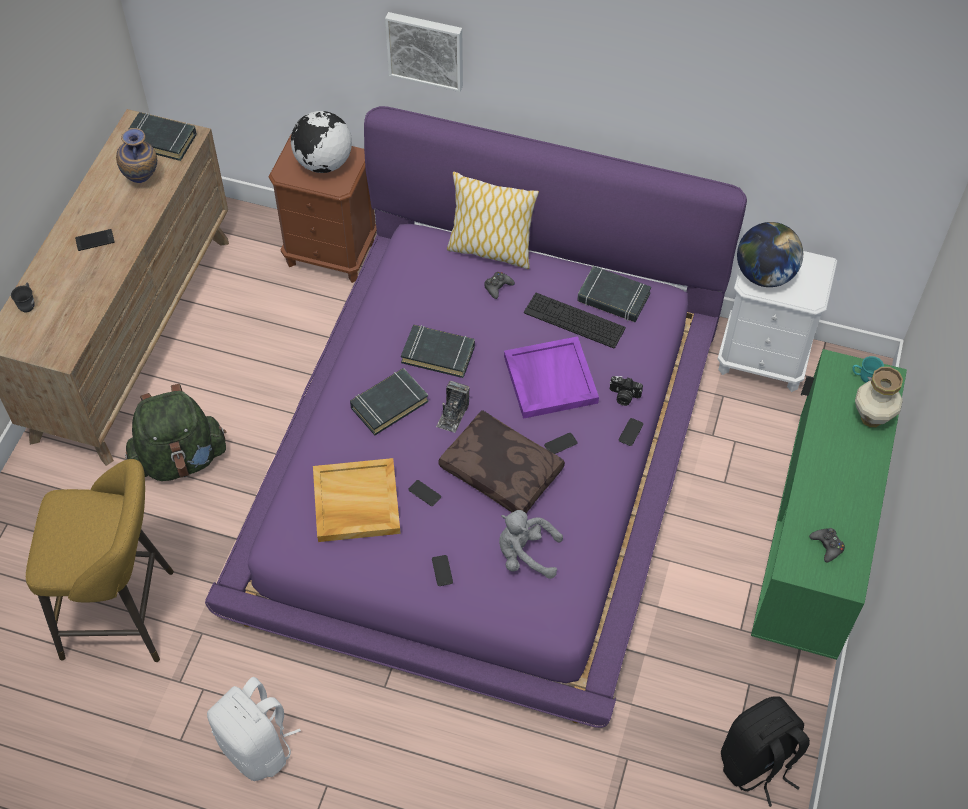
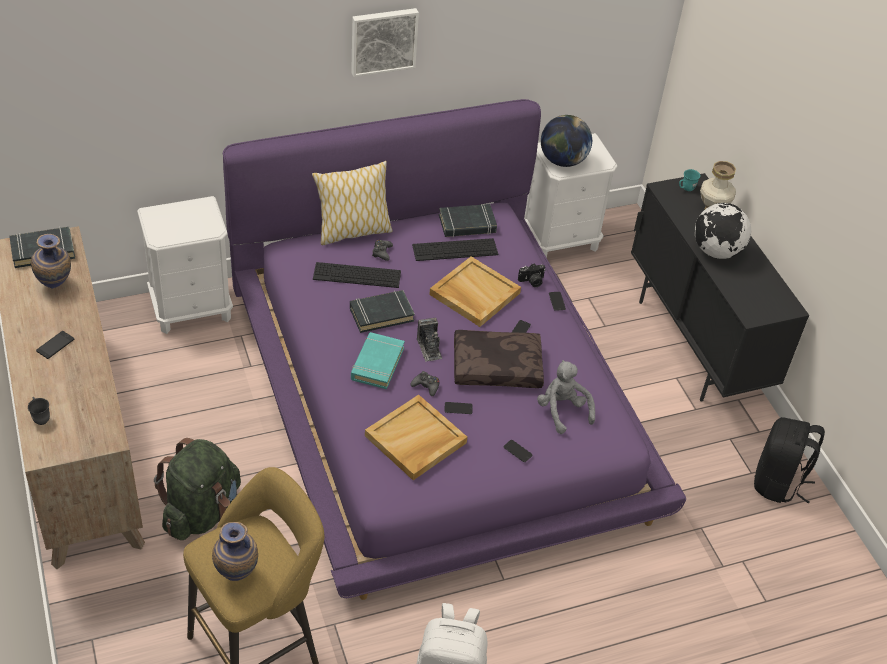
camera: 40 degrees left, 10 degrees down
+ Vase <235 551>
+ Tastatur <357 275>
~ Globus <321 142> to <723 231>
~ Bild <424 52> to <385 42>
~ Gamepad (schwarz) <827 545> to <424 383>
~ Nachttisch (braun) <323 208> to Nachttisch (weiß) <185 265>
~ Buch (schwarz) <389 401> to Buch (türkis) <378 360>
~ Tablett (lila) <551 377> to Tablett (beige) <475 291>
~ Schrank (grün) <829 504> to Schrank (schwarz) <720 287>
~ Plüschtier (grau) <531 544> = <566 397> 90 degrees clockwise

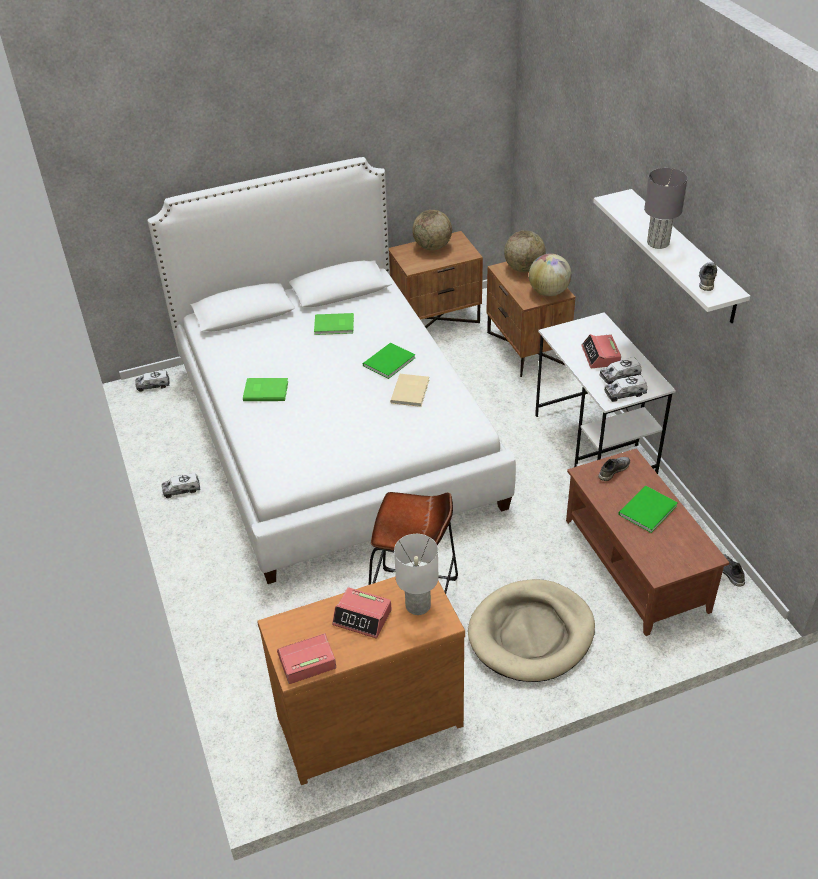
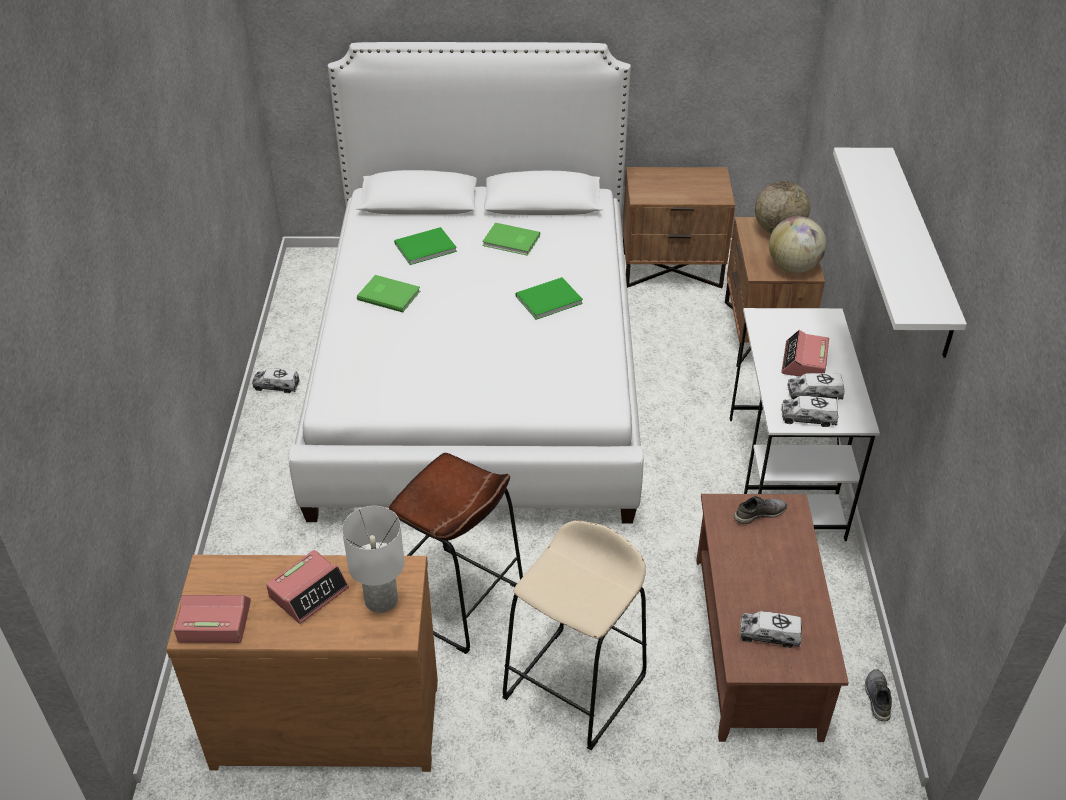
camera: 20 degrees right, 0 degrees up
- Buch (beige) <409 390>
- Globus <432 230>
- Tischlampe (grau) <666 208>
- Schuh (grau) <708 276>
~ Spielzeuglaster <152 381> to <771 629>
~ Buch (grün) <648 509> to <425 246>
~ Hundebett (beige) <531 630> to Hocker (beige) <574 635>
~ Wecker <362 613> = <307 587> 90 degrees counterclockwise

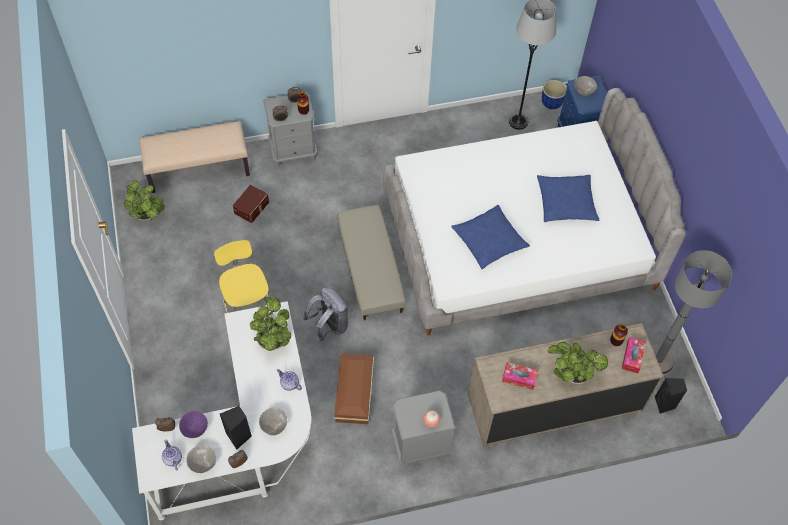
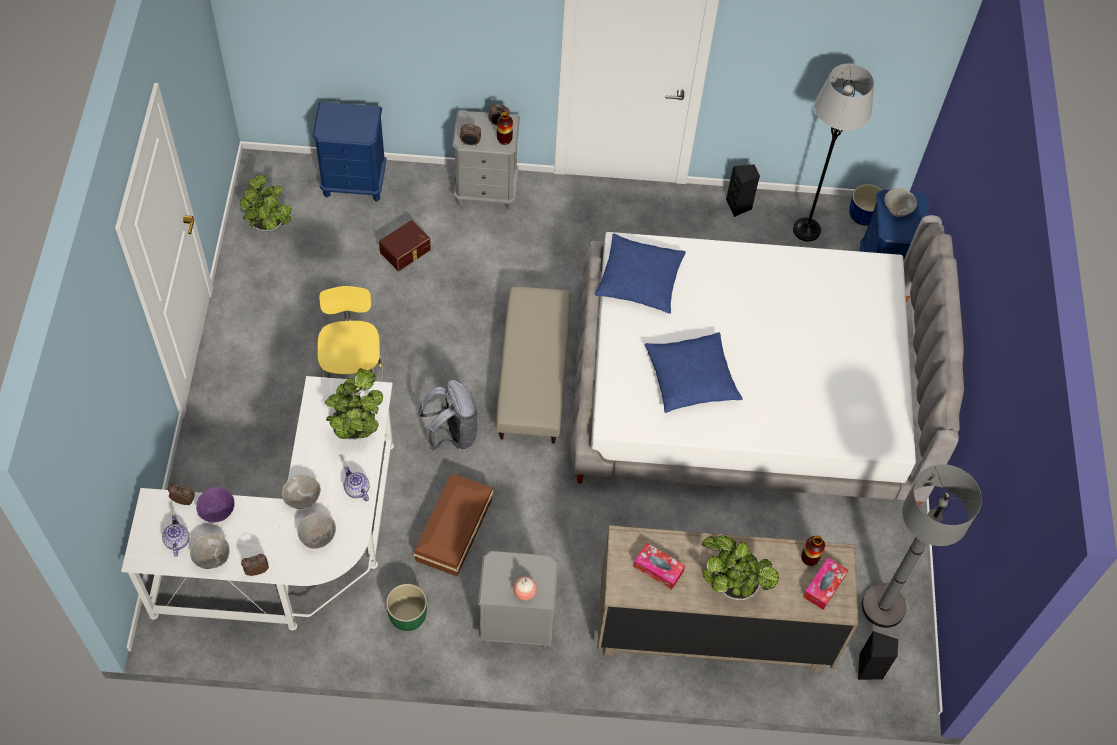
camera: 15 degrees right, 0 degrees up
+ Schüssel (grau) <301 492>
+ Pflanzkübel (grün) <406 607>
~ Lautsprecher (schwarz) <236 428> to <743 190>
~ Kissen (blau) <568 198> to <640 273>
~ Bank (beige) <194 157> to Nachttisch (blau) <349 152>

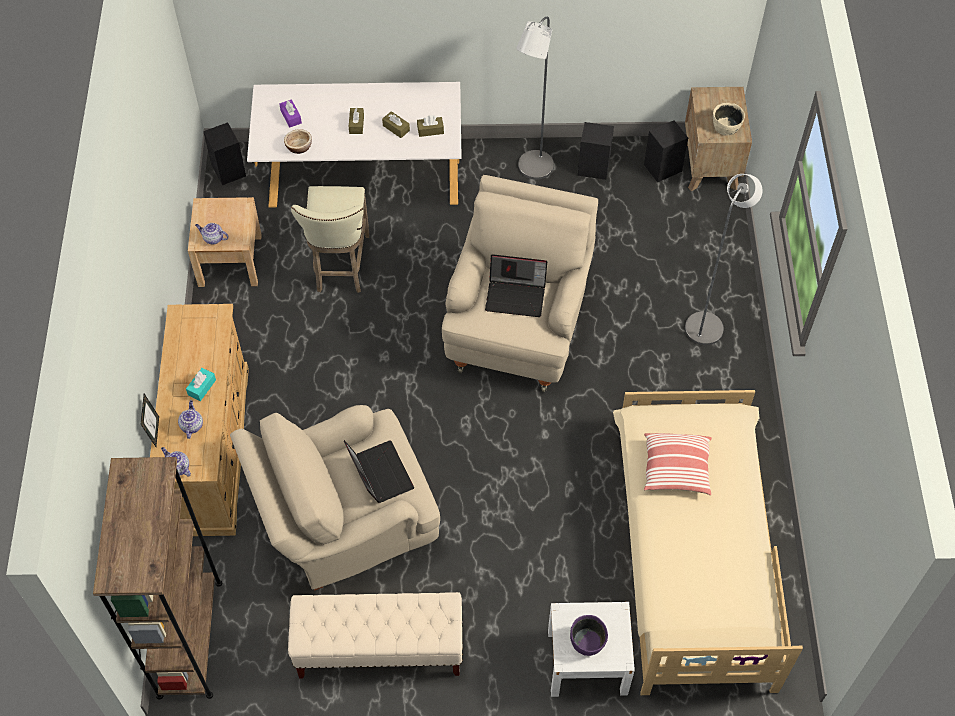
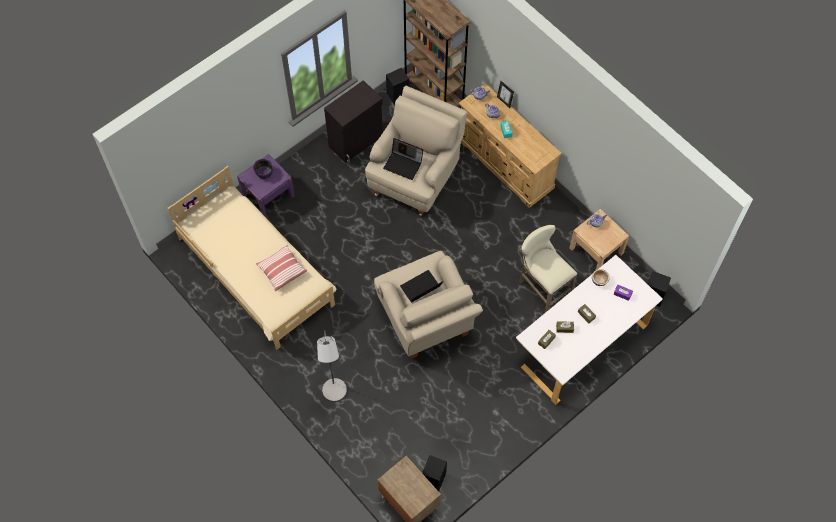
camera: 140 degrees right, 5 degrees up
- Stehlampe (grau) <535 98>
- Schüssel (beige) <729 119>
~ Lautsprecher (schwarz) <596 151> to <397 86>
~ Bank (beige) <375 635> to Schrank (schwarz) <353 121>
~ Nachttisch (weiß) <591 649> to Nachttisch (lila) <266 185>

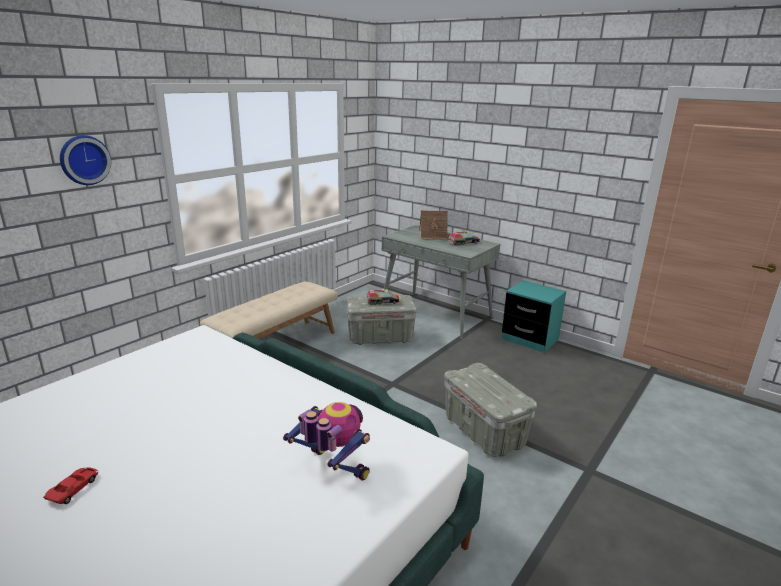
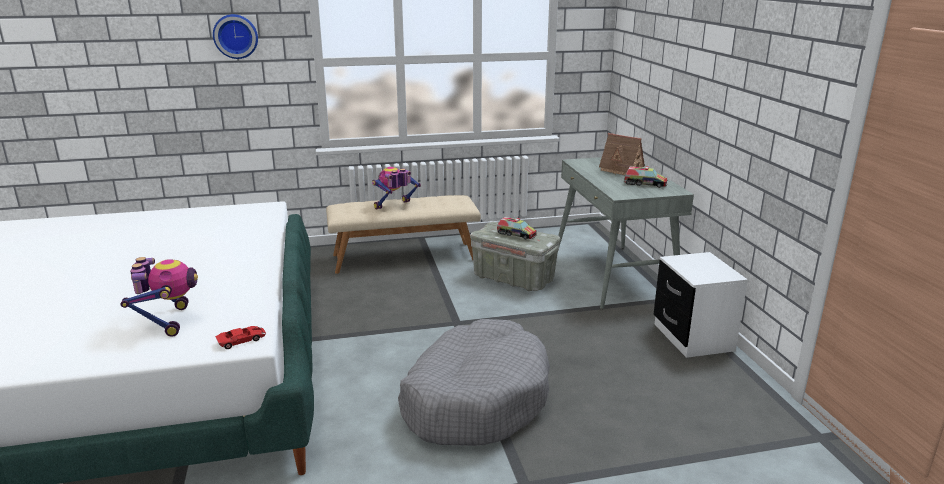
camera: 40 degrees right, 0 degrees up
+ Spielzeugroboter <396 188>
~ Spielzeugauto (rot) <70 485> to <240 337>
~ Aufbewahrungsbox (grau) <490 410> to Hundebett (grau) <474 382>
~ Nachttisch (türkis) <534 316> to Nachttisch (weiß) <700 305>

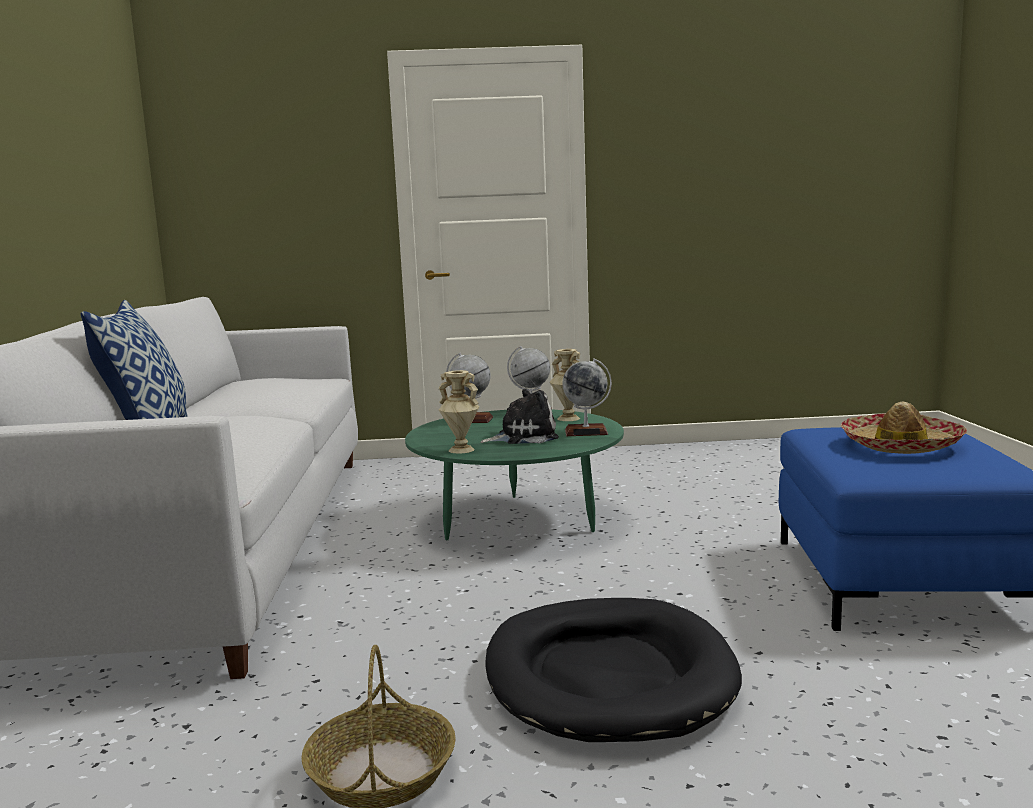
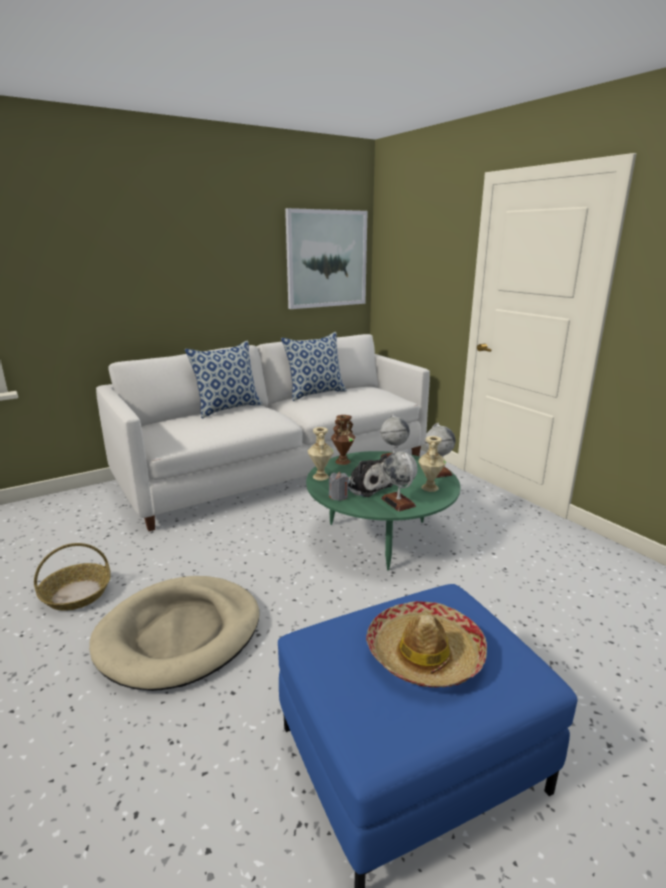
camera: 60 degrees right, 10 degrees up
+ Kissen <314 366>
+ Bild <326 258>
+ Kerze (grau) <339 486>
+ Vase (braun) <343 440>
~ Hundebett (schwarz) <614 670> to Hundebett (beige) <174 633>

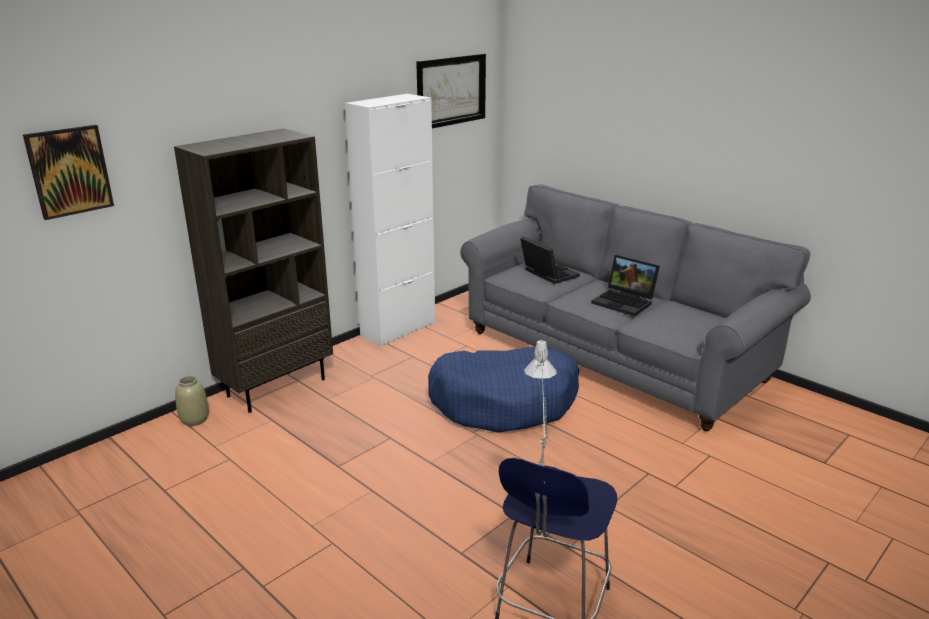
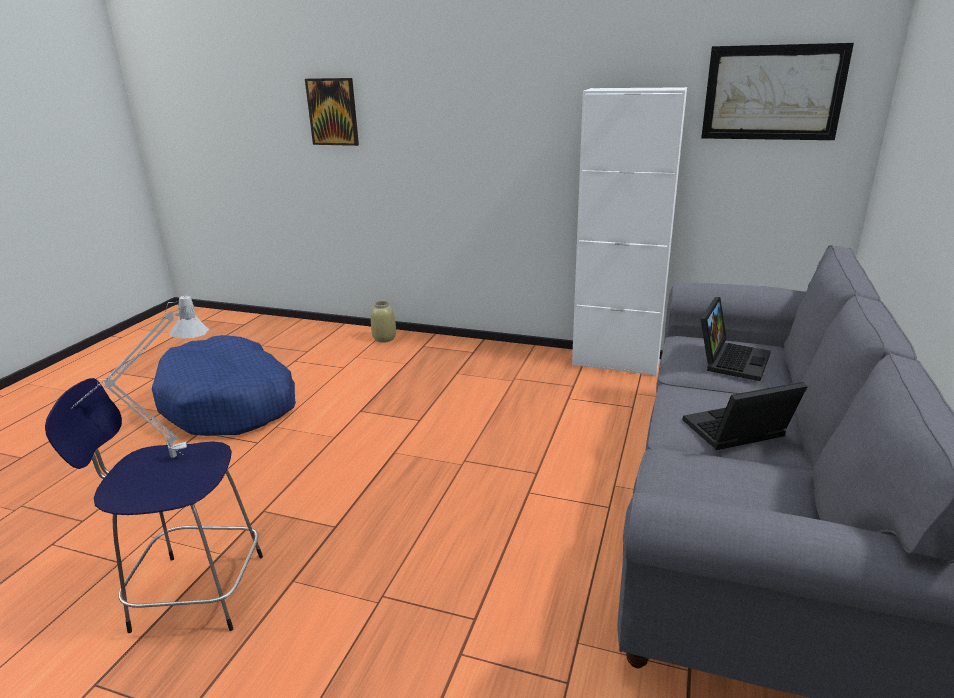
camera: 65 degrees right, 0 degrees up
- Bücherregal (braun) <253 270>
~ Hundebett (blau) <503 390> to <224 385>
~ Laptop <625 285> = <745 416> 60 degrees clockwise

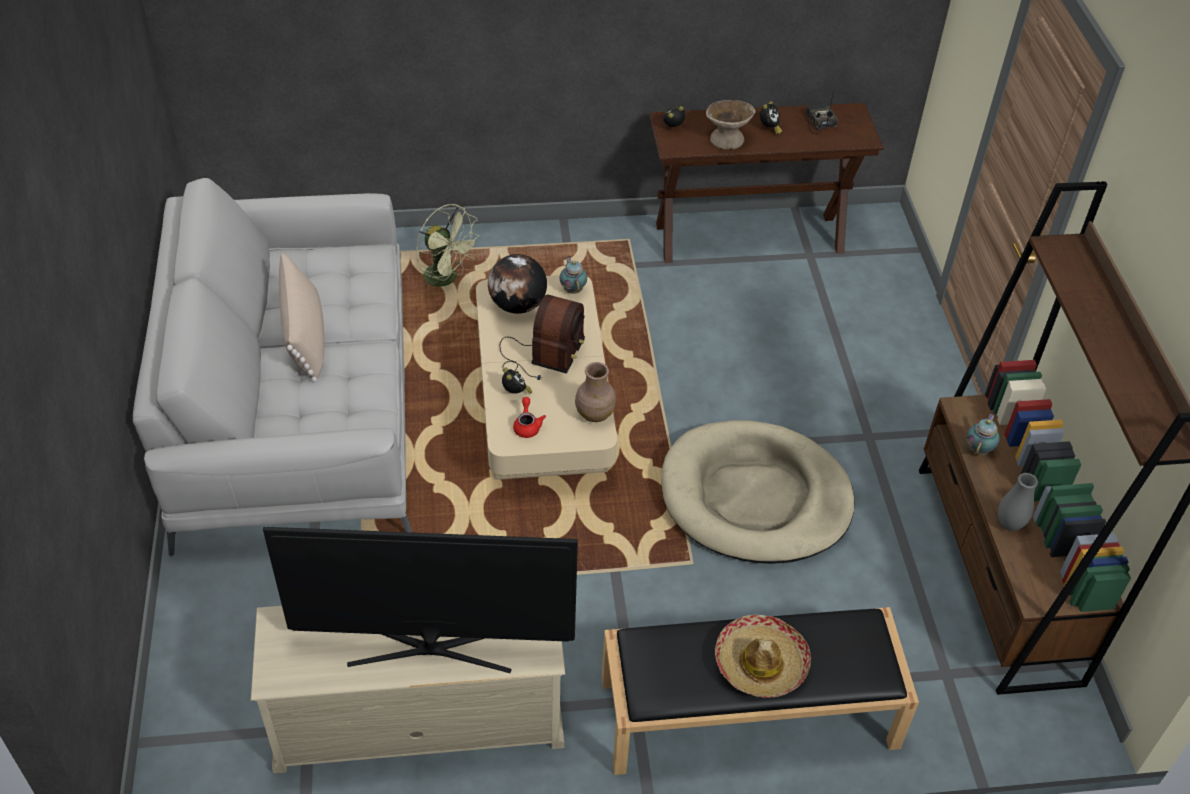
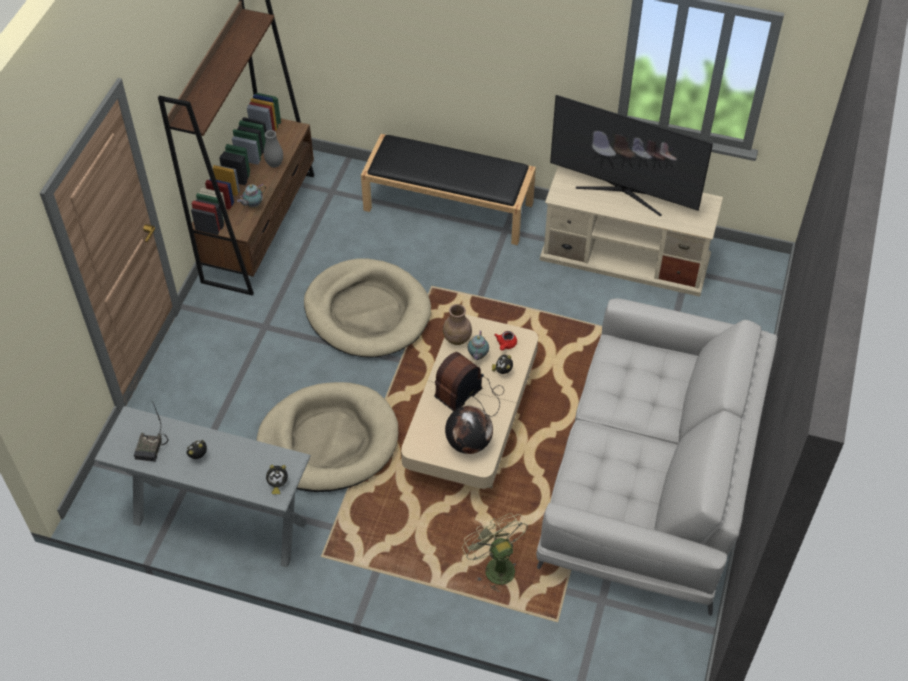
camera: 155 degrees left, 5 degrees up
- Kissen (beige) <301 317>
- Schüssel (beige) <730 125>
- Hut <763 656>
+ Hundebett (beige) <327 437>
~ Teekanne <573 275> to <478 345>
~ Konsolentisch (braun) <766 183> to Konsolentisch (grau) <202 487>

